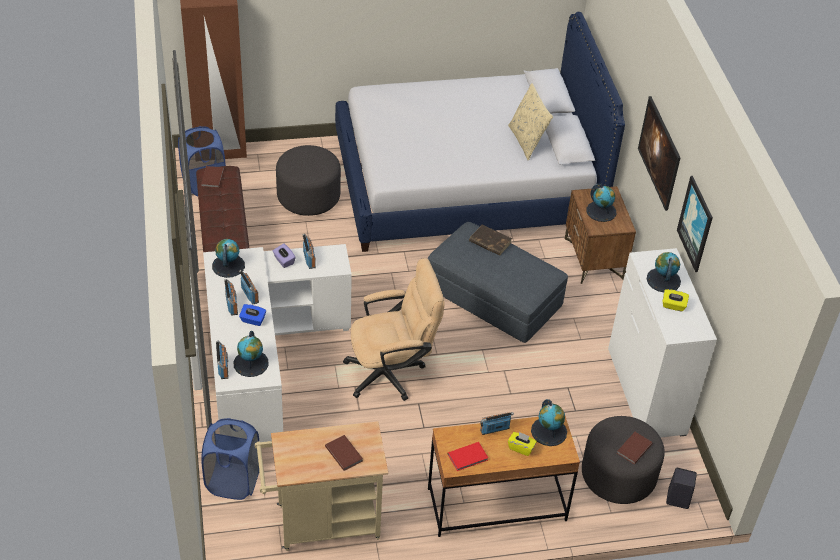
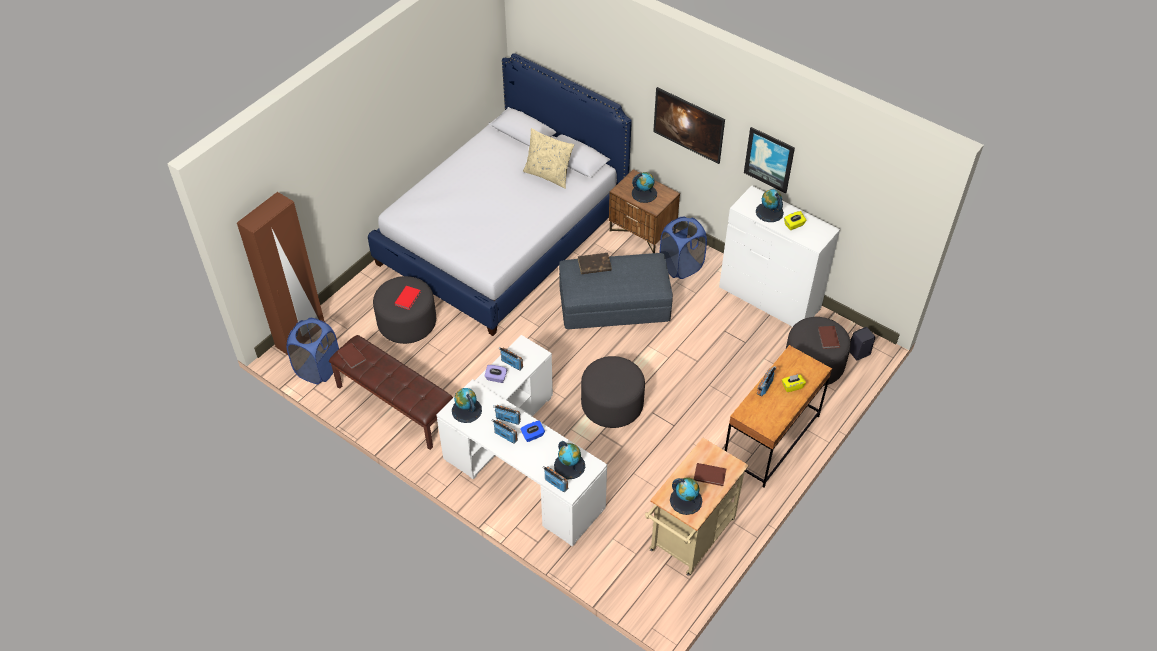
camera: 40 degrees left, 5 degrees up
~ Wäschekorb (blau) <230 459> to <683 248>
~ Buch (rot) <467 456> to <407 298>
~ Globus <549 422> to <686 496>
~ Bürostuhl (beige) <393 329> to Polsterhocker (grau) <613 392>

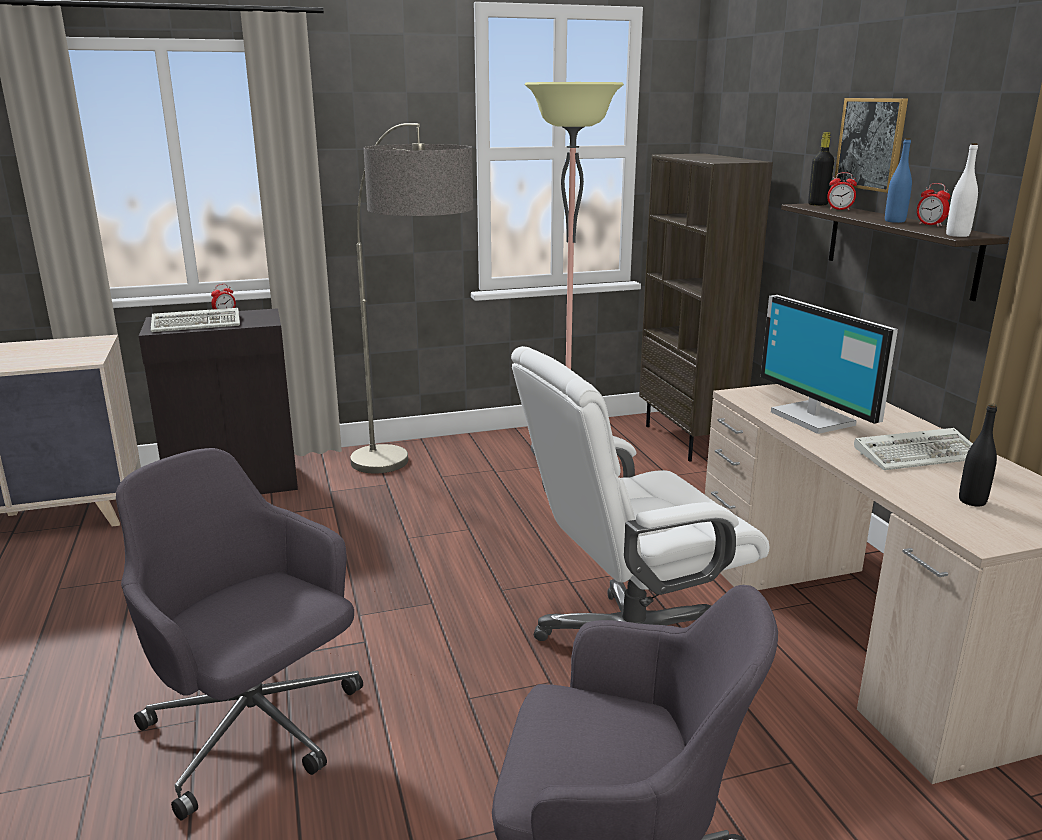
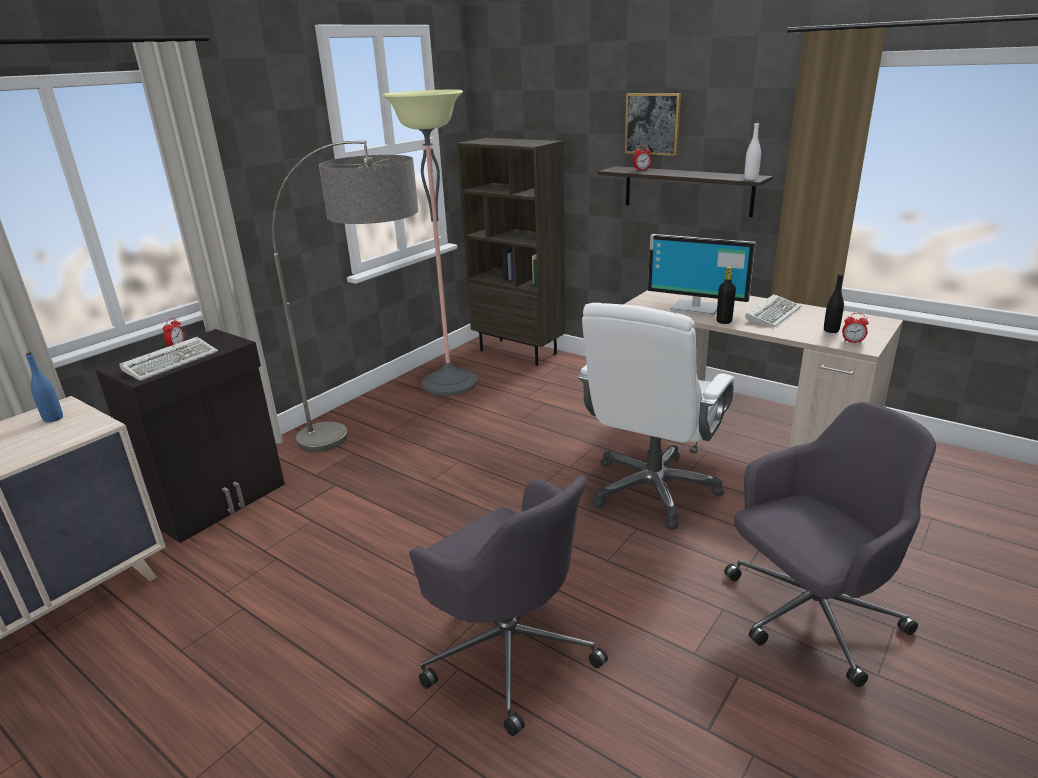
camera: 35 degrees left, 5 degrees up
~ Flasche (schwarz) <821 169> to <726 295>
~ Flasche (blau) <898 180> to <44 387>
~ Wecker <933 204> to <855 328>
~ Bürostuhl (grau) <239 634> = <508 606> 135 degrees counterclockwise

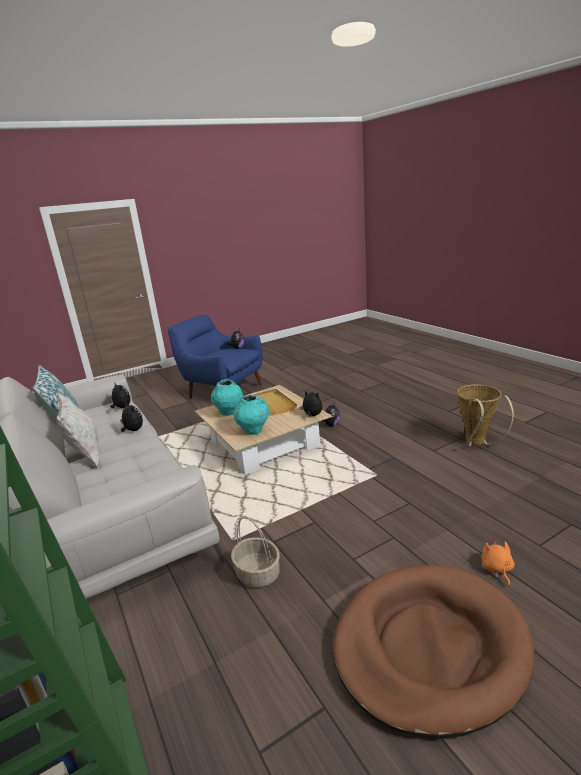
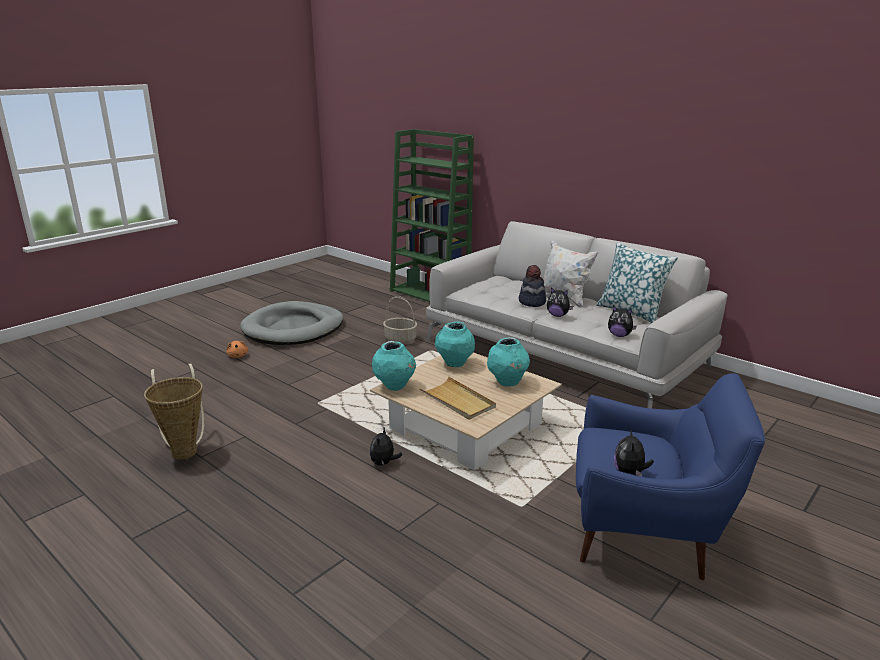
camera: 160 degrees right, 0 degrees up
+ Hut <532 286>
~ Plüschtier <310 403> to Vase (türkis) <394 366>
~ Hundebett (braun) <433 652> to Hundebett (grau) <291 323>

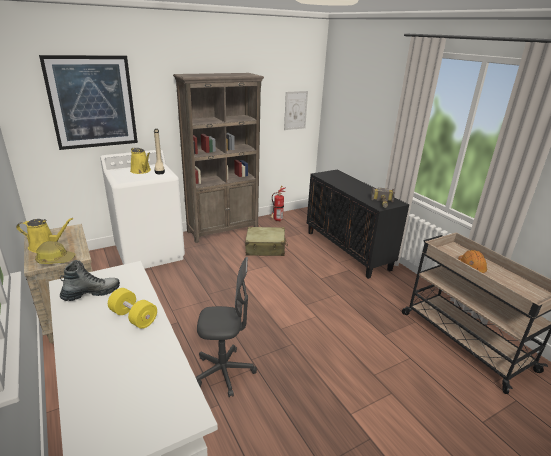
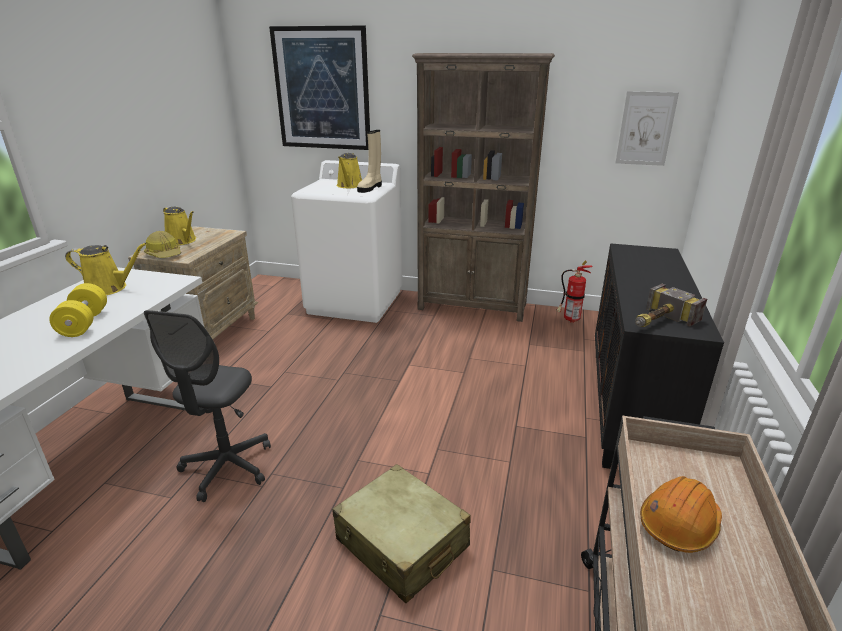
camera: 45 degrees right, 0 degrees up
~ Koffer (beige) <266 241> to <401 533>
~ Stiefel <90 280> to Gießkanne (gelb) <105 269>
~ Bürostuhl (grau) <226 327> = <207 406> 60 degrees clockwise

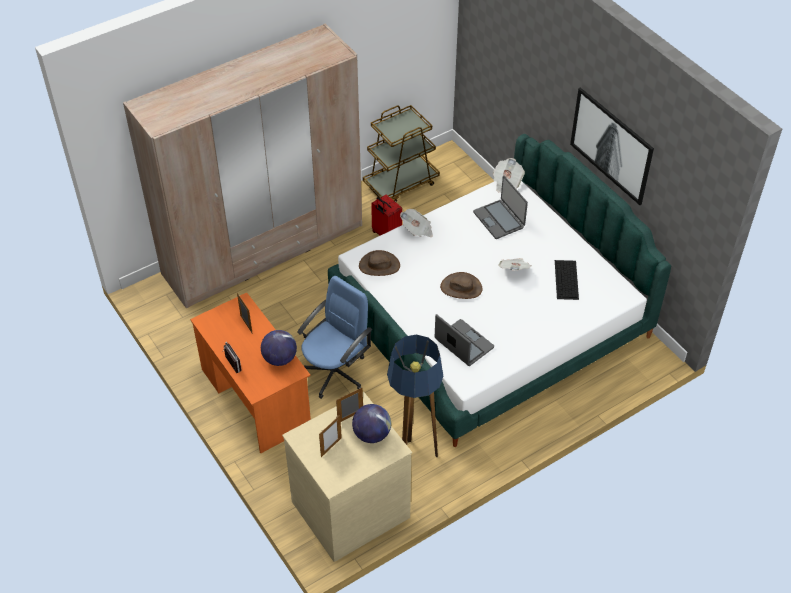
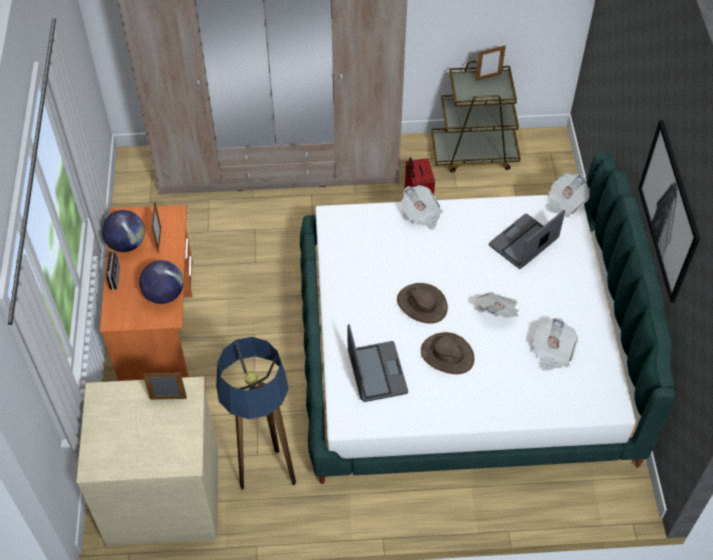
camera: 30 degrees right, 5 degrees up
- Bürostuhl (blau) <334 337>
~ Bilderrahmen <330 436> to <490 63>
~ Globus <371 423> to <123 231>
~ Hut (braun) <379 263> to <447 353>
~ Tastatur <567 280> to Zeitung <555 344>
~ Laptop <500 207> = <527 239> 45 degrees clockwise

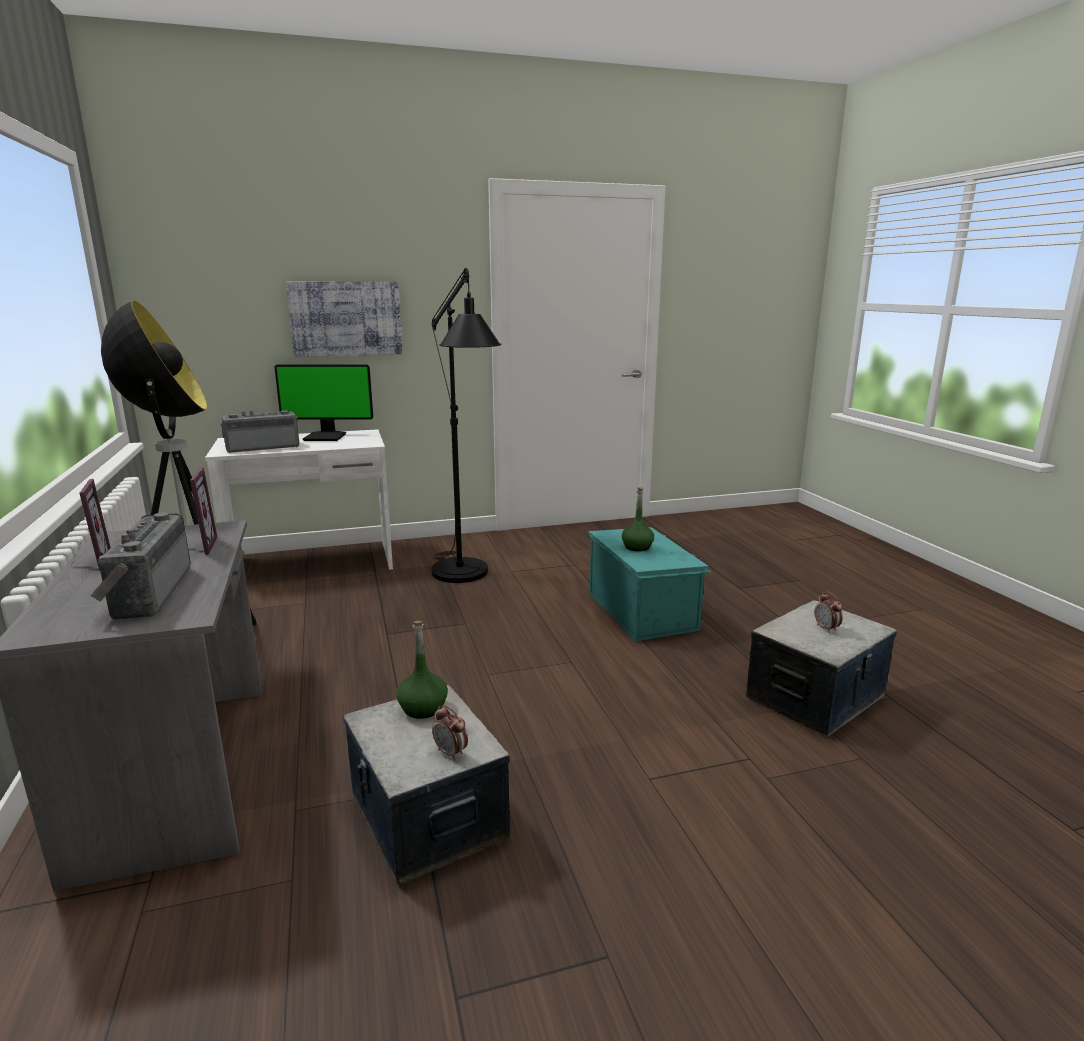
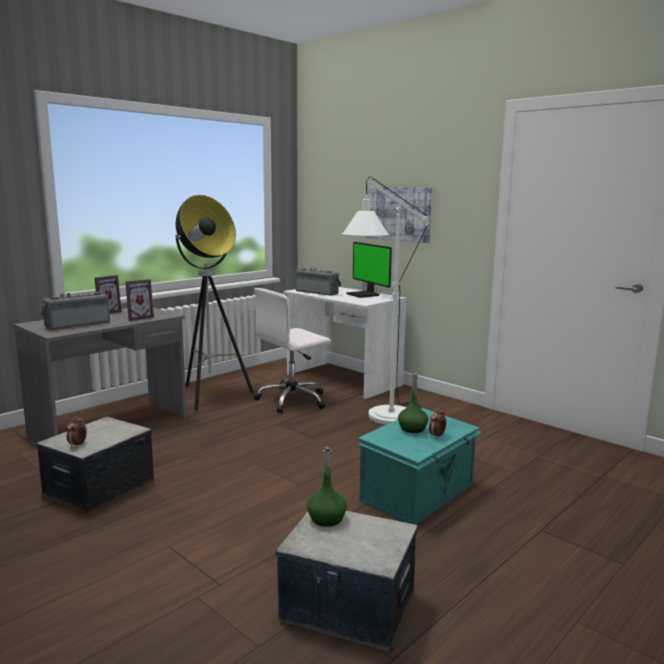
camera: 60 degrees right, 5 degrees down
+ Bürostuhl (weiß) <292 350>
~ Flasche (grün) <422 670> to <327 487>
~ Wecker <828 612> to <438 422>
~ Stehlampe (schwarz) <466 425> to Stehlampe (weiß) <385 301>

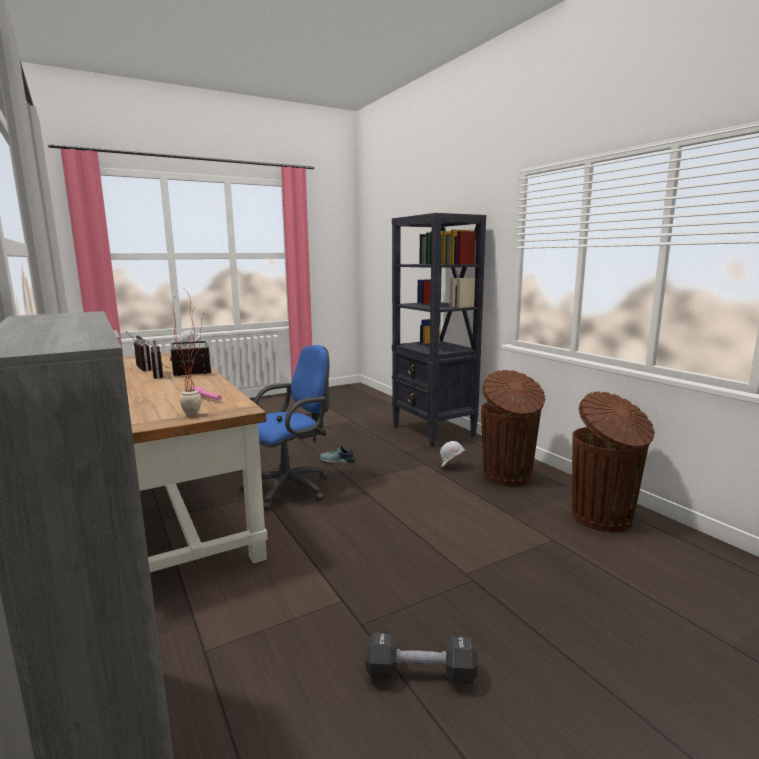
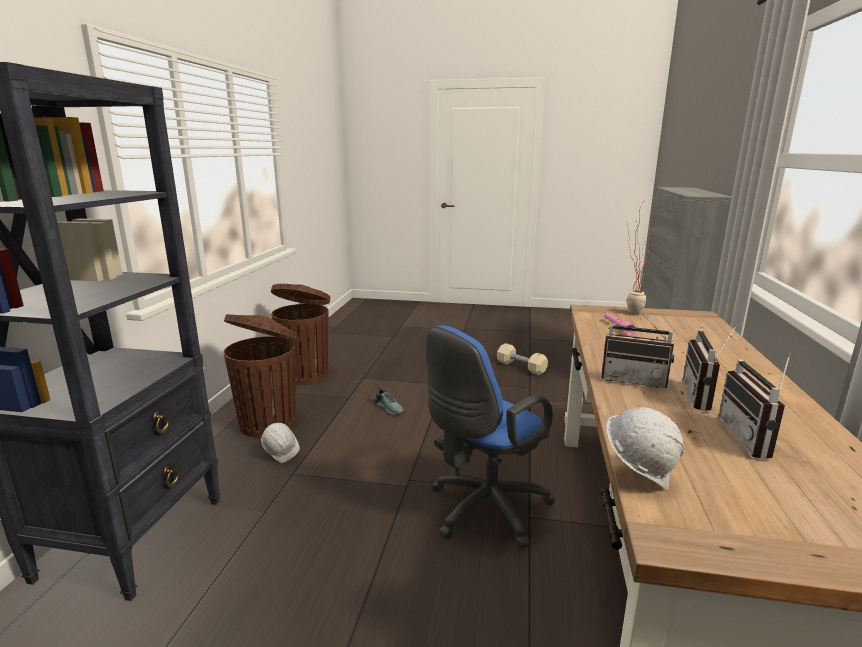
camera: 140 degrees left, 5 degrees up
~ Schuh <337 454> to <389 400>
~ Hantel (schwarz) <422 658> to Hantel (beige) <522 359>
~ Bürostuhl (blau) <284 428> = <490 437> 45 degrees counterclockwise

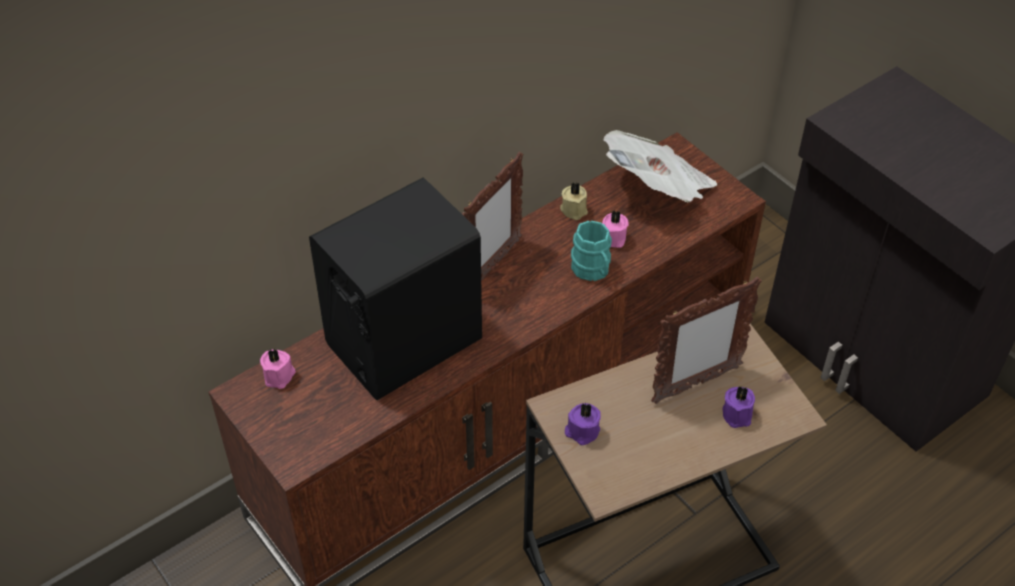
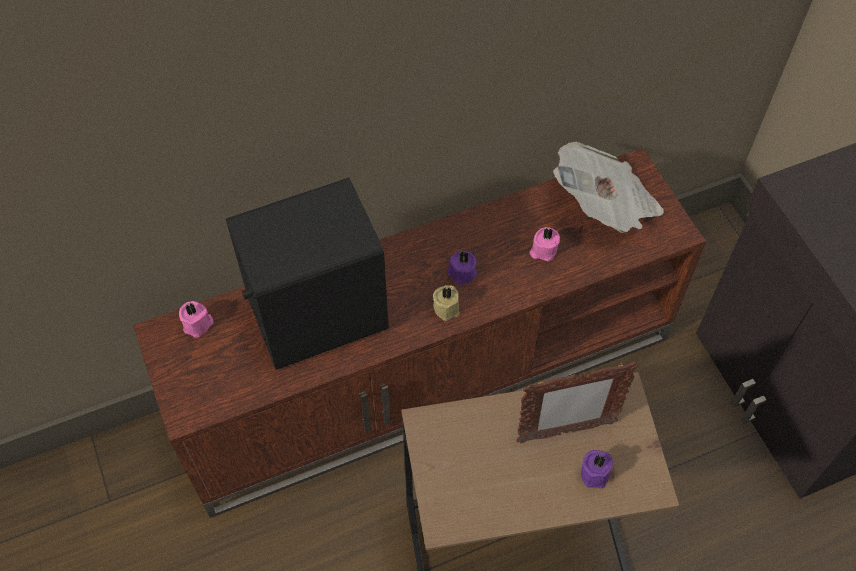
camera: 15 degrees right, 10 degrees up
- Bilderrahmen <492 216>
- Henkelbecher (türkis) <591 251>
~ Kerze (beige) <574 201> to <446 303>
~ Kerze (lila) <583 424> to <462 268>

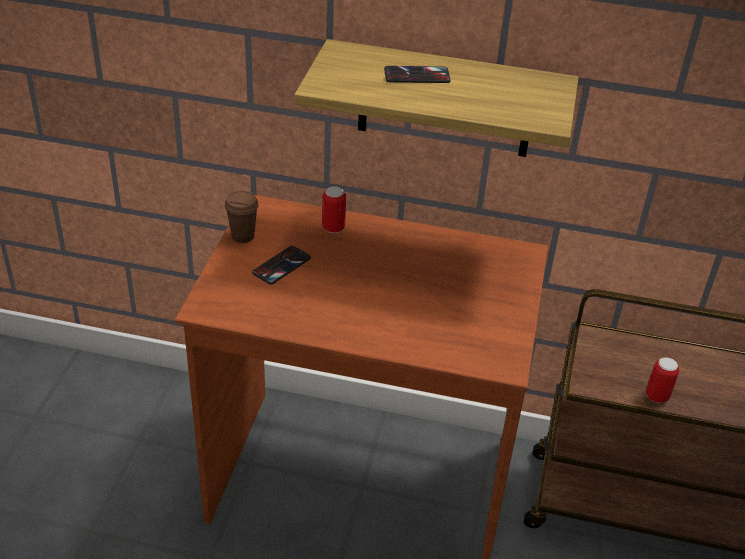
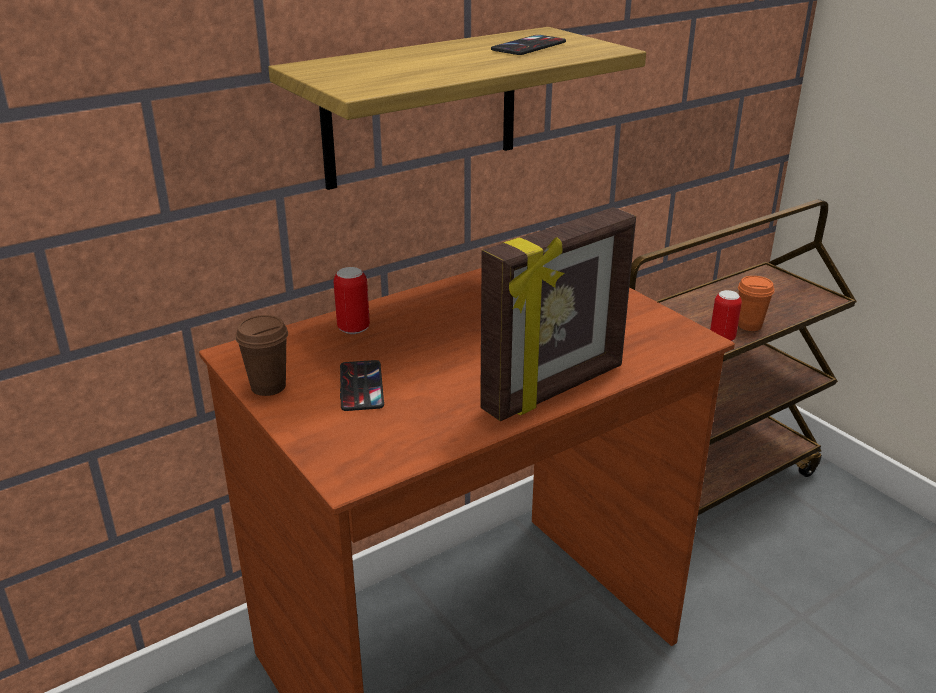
camera: 45 degrees left, 10 degrees down
+ Bilderrahmen <558 314>
+ Tasse (orange) <756 303>
~ Handy <417 74> to <528 45>

